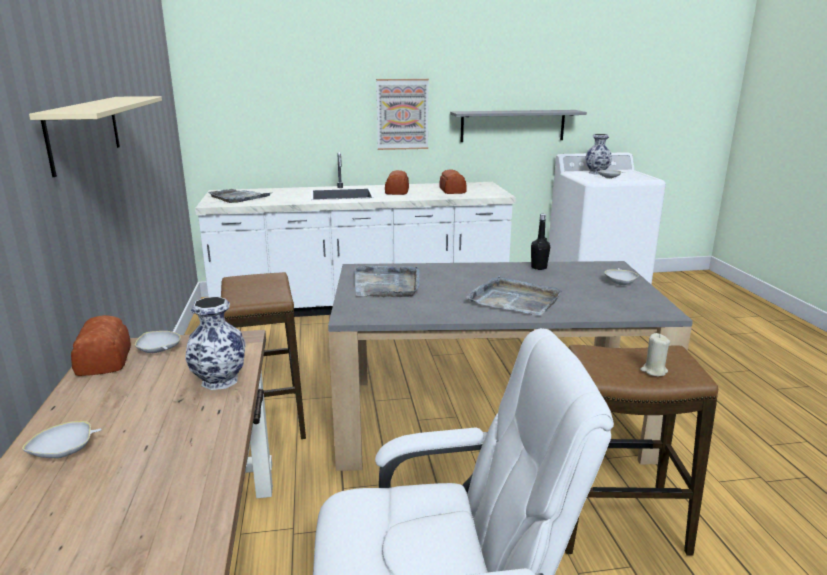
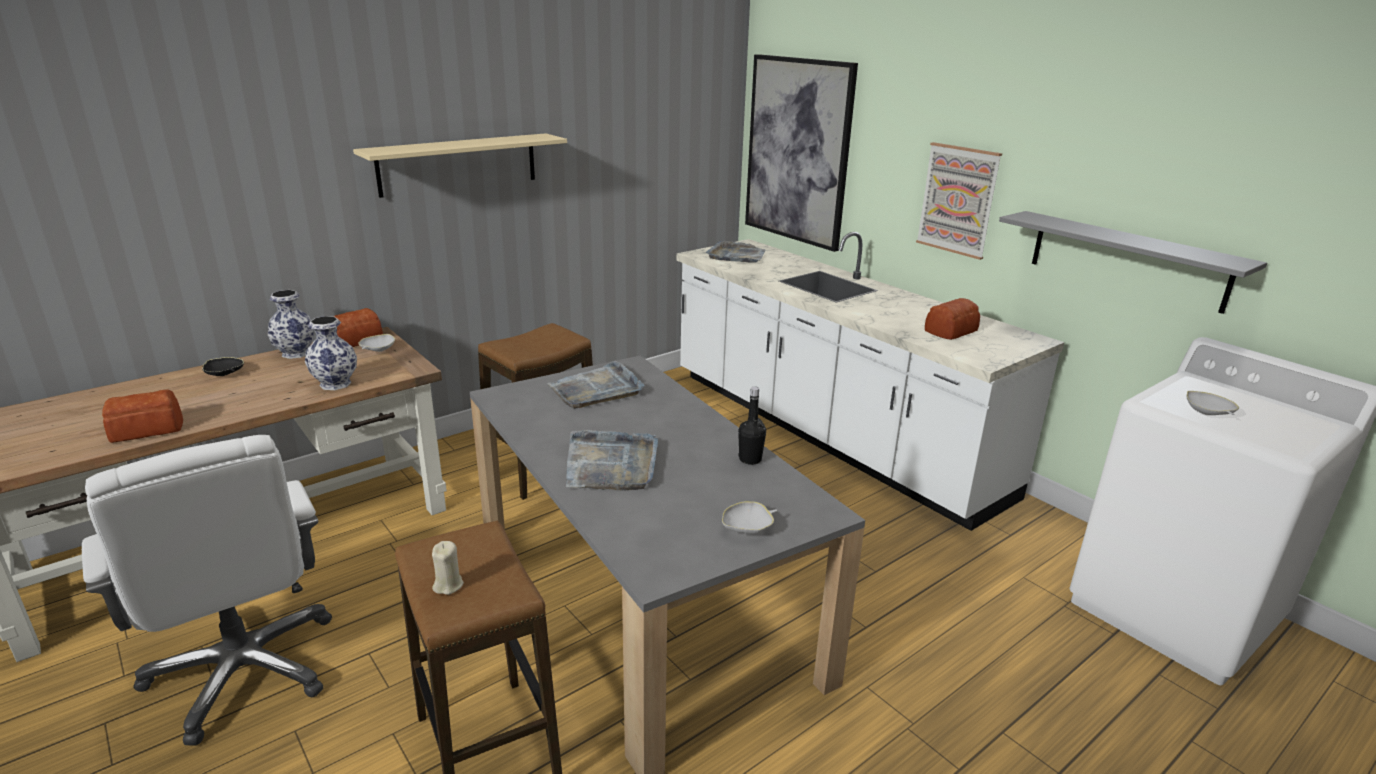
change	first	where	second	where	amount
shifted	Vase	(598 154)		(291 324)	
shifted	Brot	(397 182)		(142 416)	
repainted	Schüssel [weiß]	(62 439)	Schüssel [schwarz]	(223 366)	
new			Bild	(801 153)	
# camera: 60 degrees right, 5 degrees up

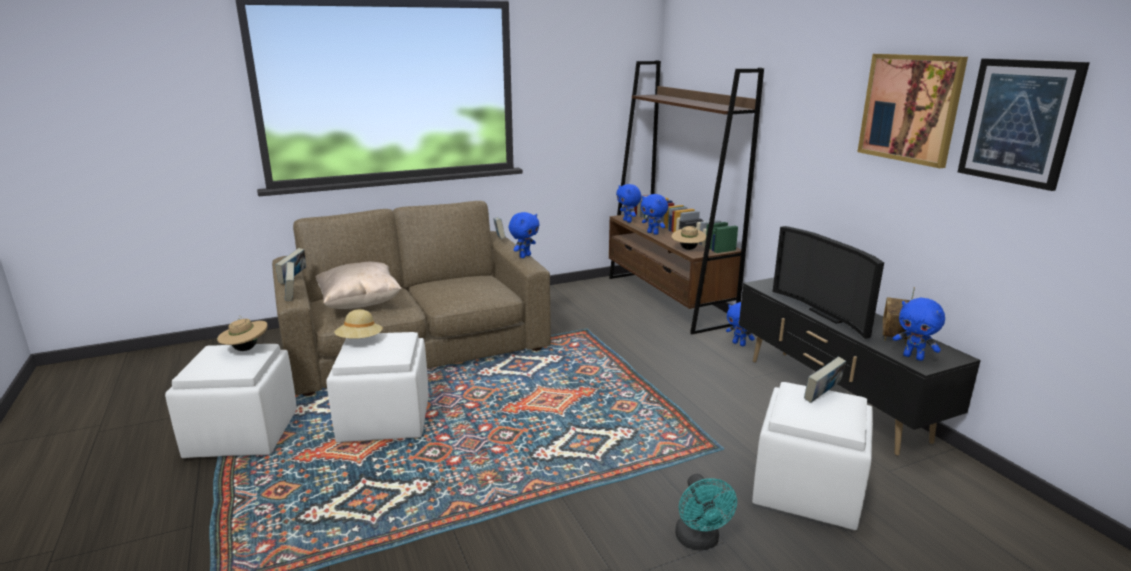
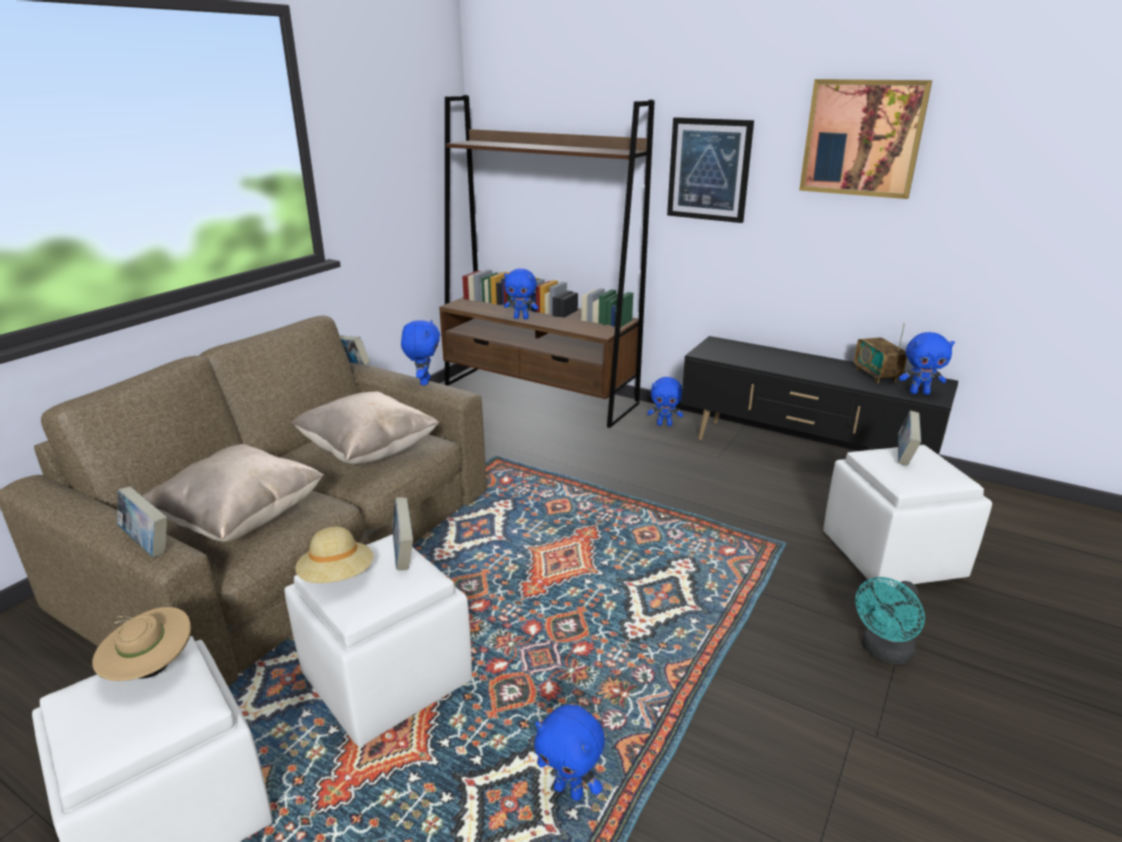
change	first	where	second	where	amount
shifted	Bild	(1024 125)		(710 170)	
shifted	Plüschtier [blau]	(628 203)		(569 752)	
gone	Hut [beige]	(688 238)			
gone	Fernseher	(828 282)			
shifted	Buch	(290 266)		(402 533)	
rotated	Ventilator [türkis]	(706 512)		(890 621)	90 degrees clockwise
new			Kissen [beige]	(365 427)	
# camera: 35 degrees left, 5 degrees up

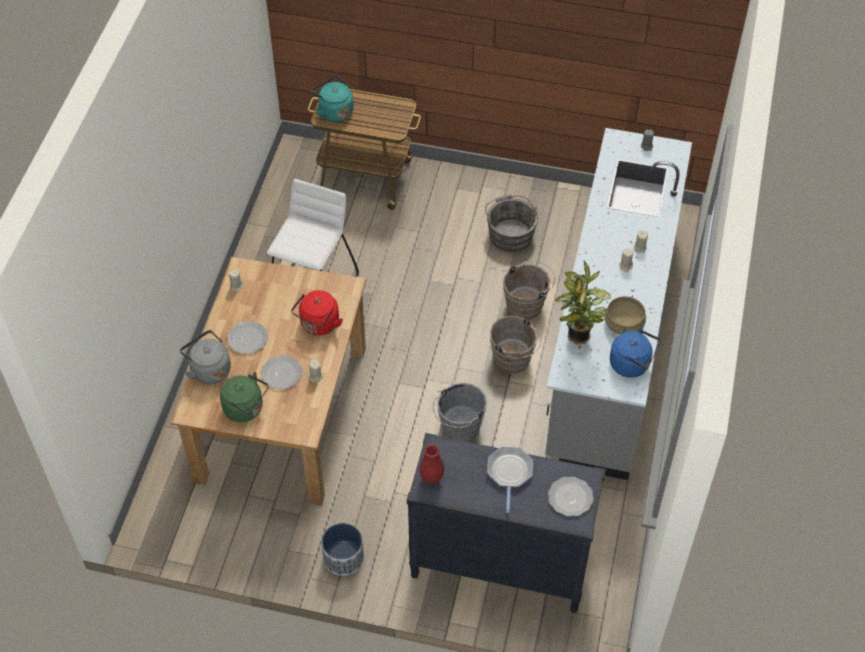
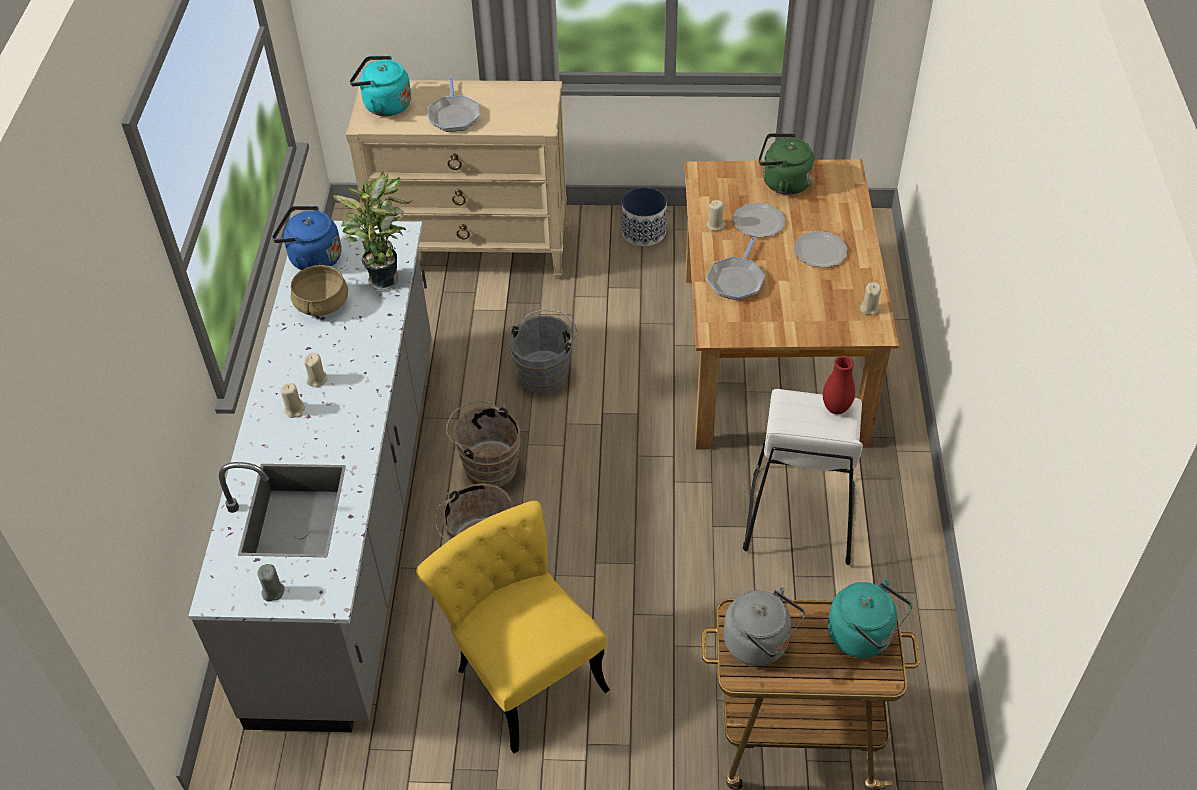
change	first	where	second	where	amount
swapped	Eimer [grau]	(511 223)	Stuhl [gelb]	(513 627)	
swapped	Wasserkessel [rot]	(317 312)	Pfanne	(735 268)	
shifted	Wasserkessel [grau]	(205 357)		(764 626)	
repainted	Kommode [schwarz]	(506 523)	Kommode [beige]	(456 179)	
shifted	Vase [rot]	(432 464)		(839 385)	
swapped	Teller	(571 496)	Wasserkessel [türkis]	(380 85)	
# camera: 170 degrees right, 5 degrees down

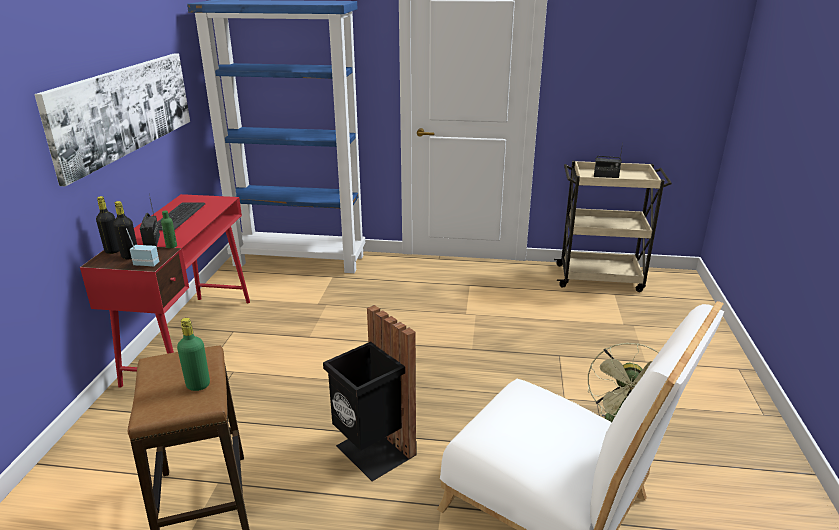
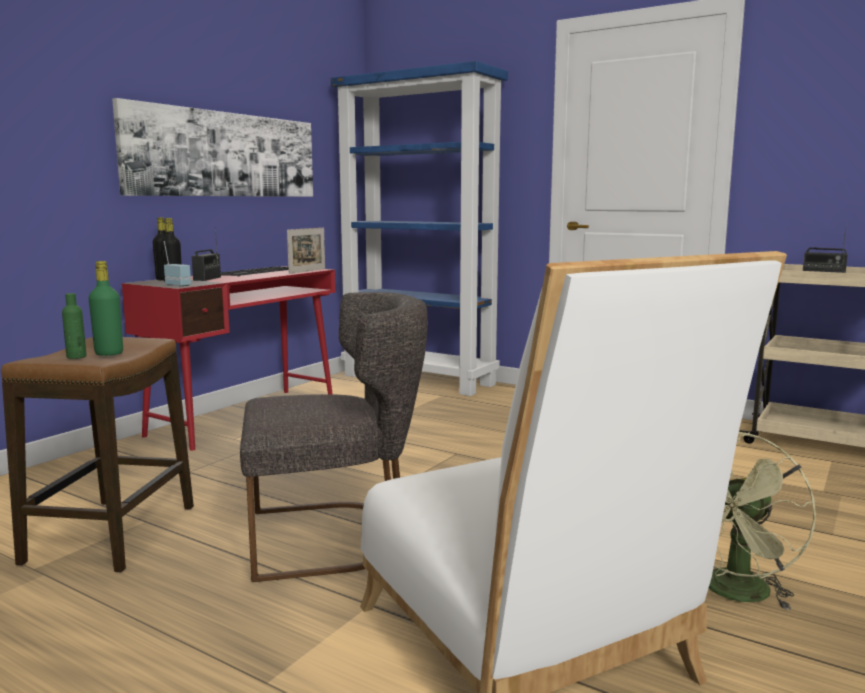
change	first	where	second	where	amount
shifted	Flasche [grün]	(169 229)		(74 326)	
swapped	Mülleimer [schwarz]	(370 393)	Stuhl [grau]	(334 437)	
new			Bilderrahmen	(306 251)	
# camera: 25 degrees right, 15 degrees down

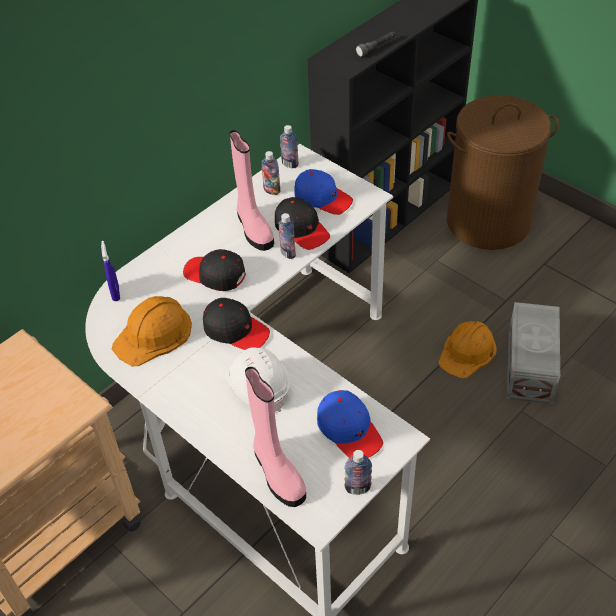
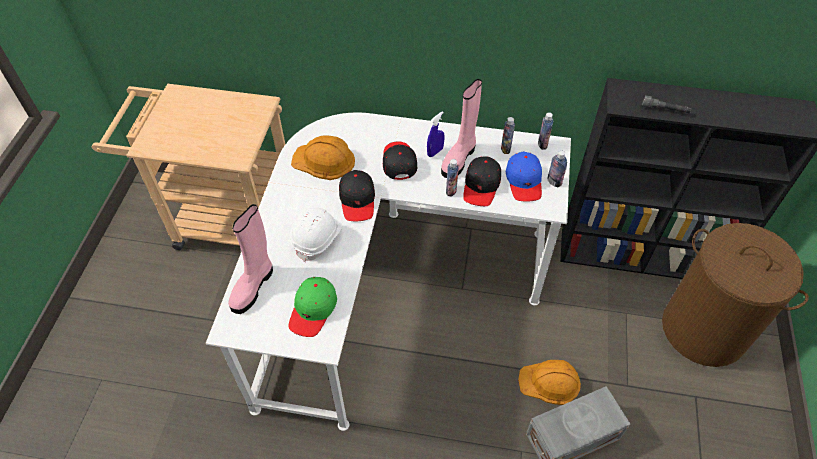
change	first	where	second	where	amount
shifted	Sprühflasche [blau]	(110 271)		(435 134)	
repainted	Kappe [blau]	(350 424)	Kappe [grün]	(312 307)	
shifted	Flasche	(358 472)		(557 169)	
# camera: 55 degrees right, 5 degrees up

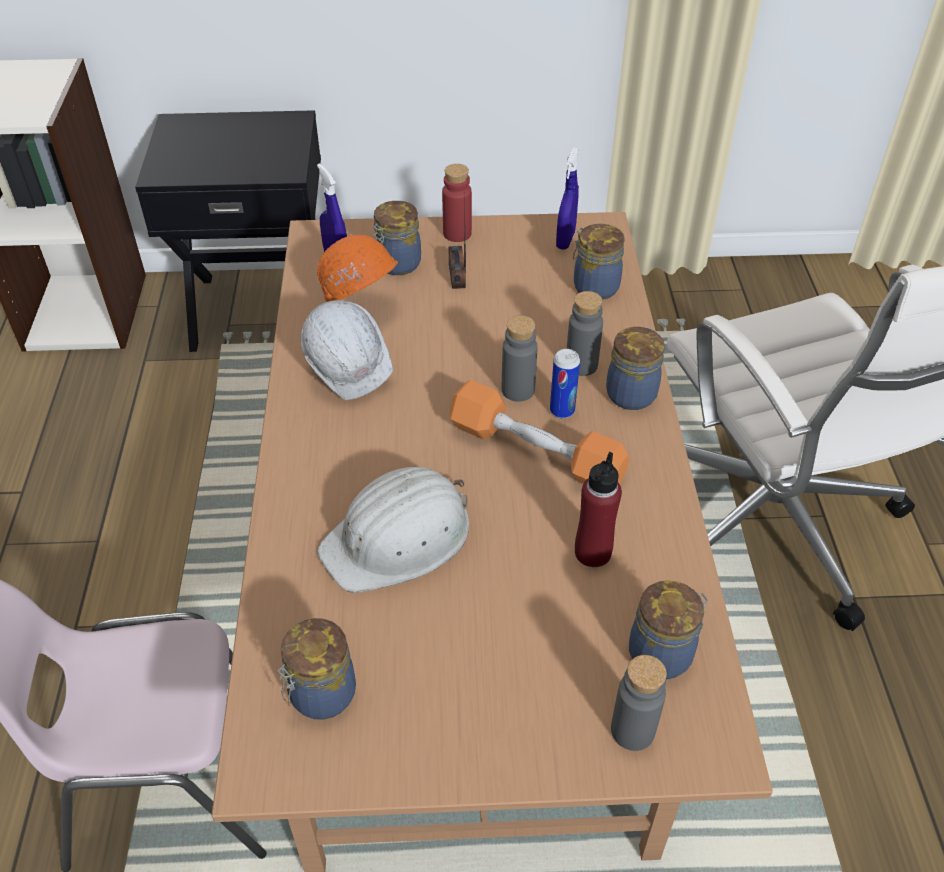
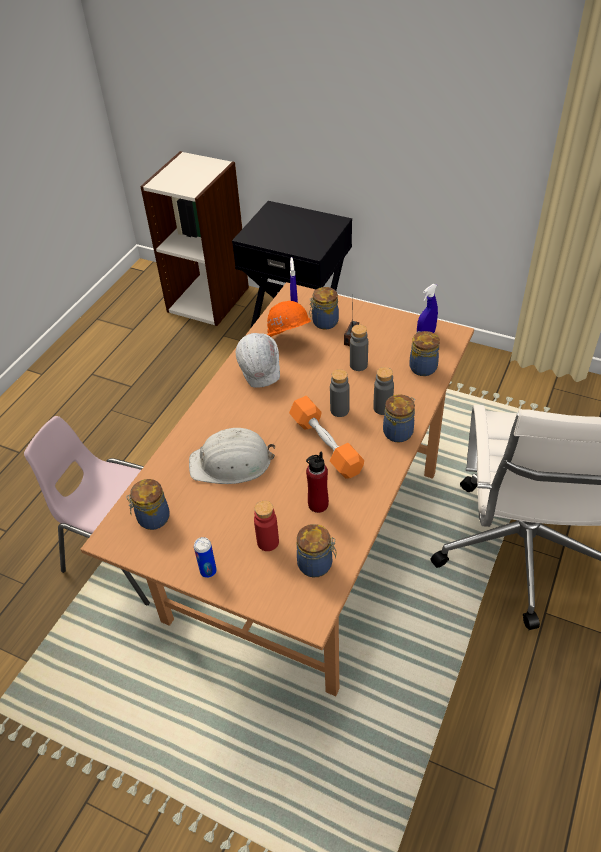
change	first	where	second	where	amount
shifted	Flasche [rot]	(457 203)		(266 526)	
shifted	Dose	(565 383)		(205 557)	
shifted	Flasche [grau]	(639 703)		(359 348)	
# camera: 30 degrees right, 0 degrees up

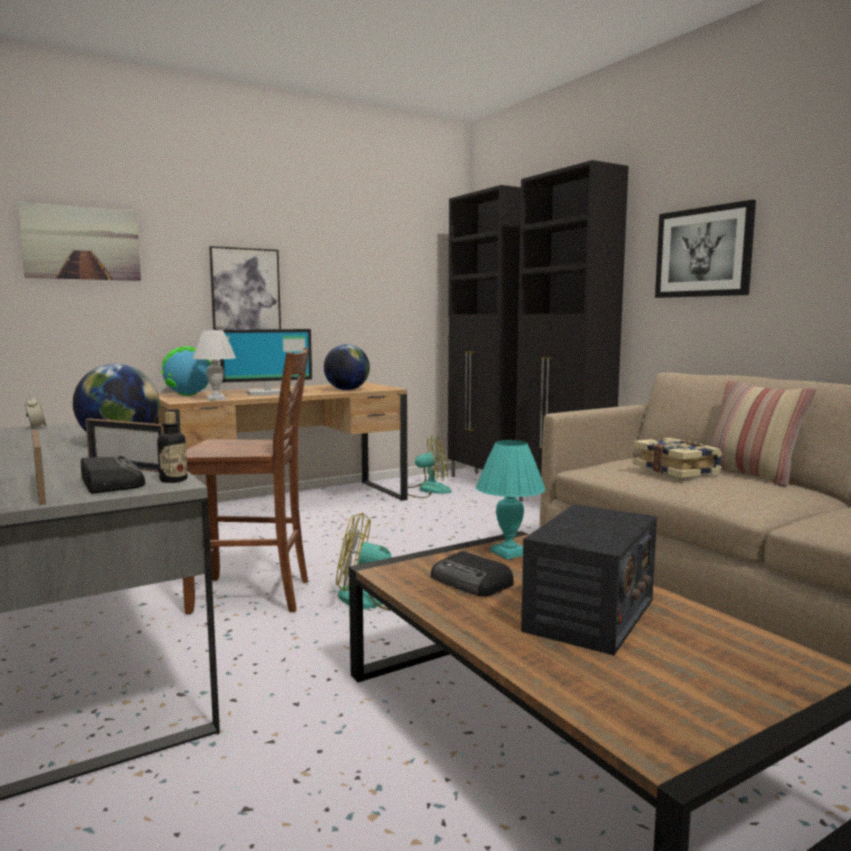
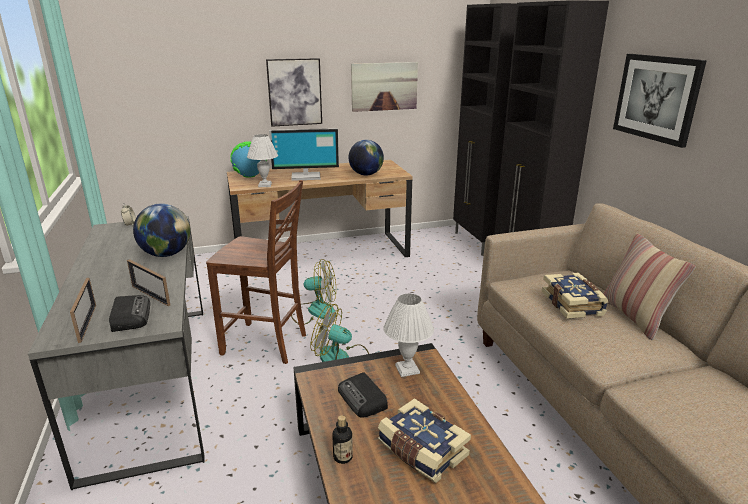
change	first	where	second	where	amount
shifted	Bild	(79 241)		(384 87)	
shifted	Flasche	(172 447)		(342 439)	
shifted	Ventilator	(429 466)		(313 292)	
repainted	Tischlampe [türkis]	(510 500)	Tischlampe [weiß]	(408 335)	
swapped	Radio	(589 579)	Buch	(424 440)	
# camera: 15 degrees right, 15 degrees up

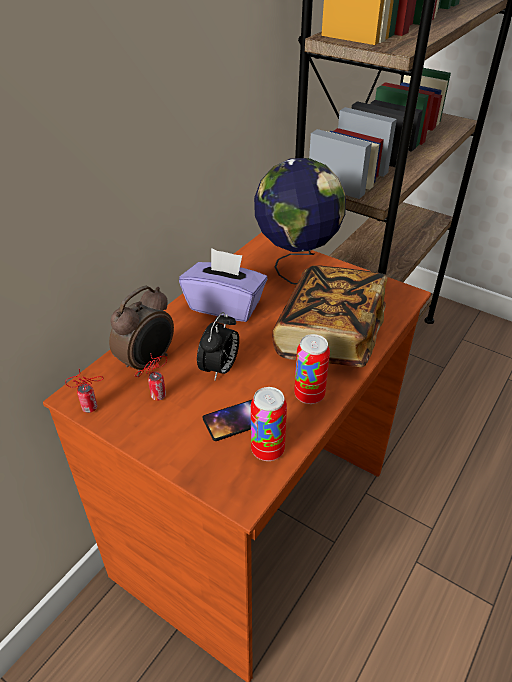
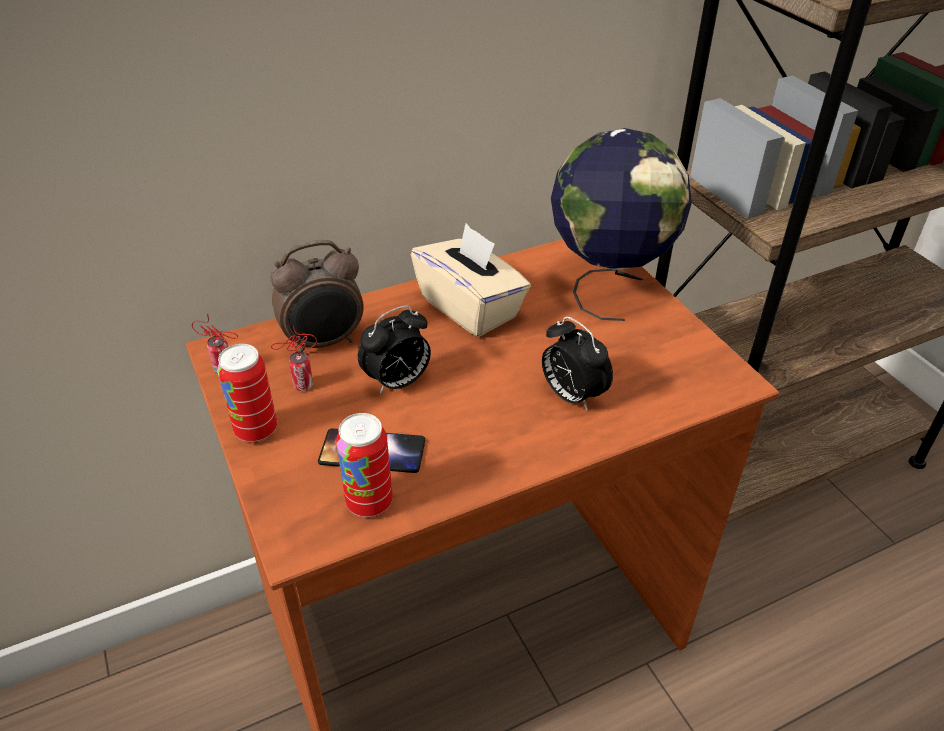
change	first	where	second	where	amount
repainted	Taschentuchbox [lila]	(223 285)	Taschentuchbox [beige]	(471 280)	
swapped	Buch	(330 316)	Wecker	(577 363)	
shifted	Dose	(312 369)		(247 393)	
# camera: 30 degrees right, 0 degrees up

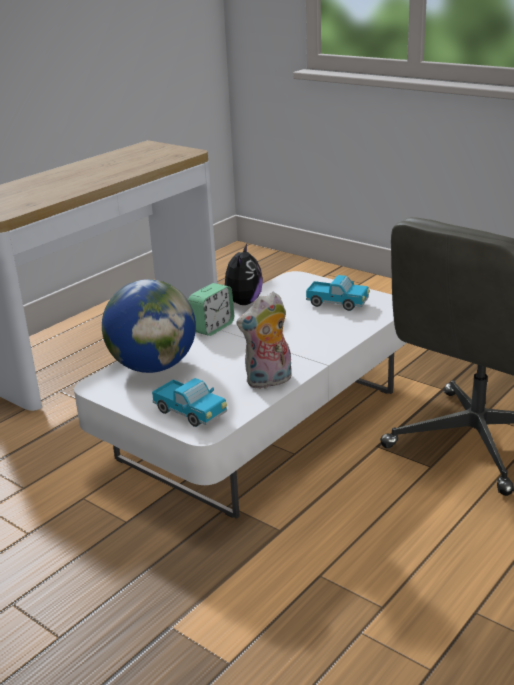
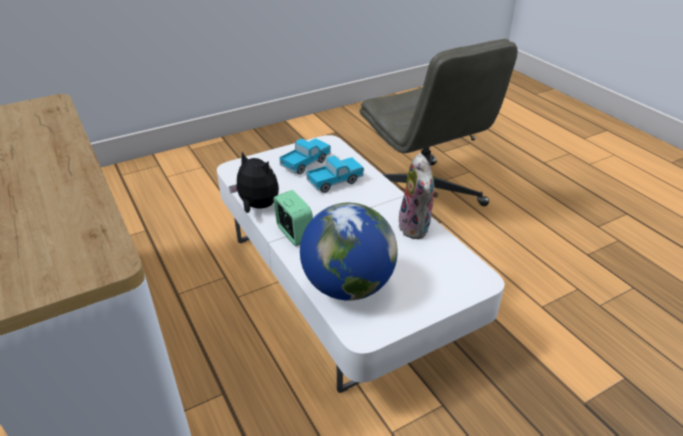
change	first	where	second	where	amount
shifted	Spielzeuglaster	(189 402)		(335 174)	
# camera: 70 degrees left, 10 degrees up

